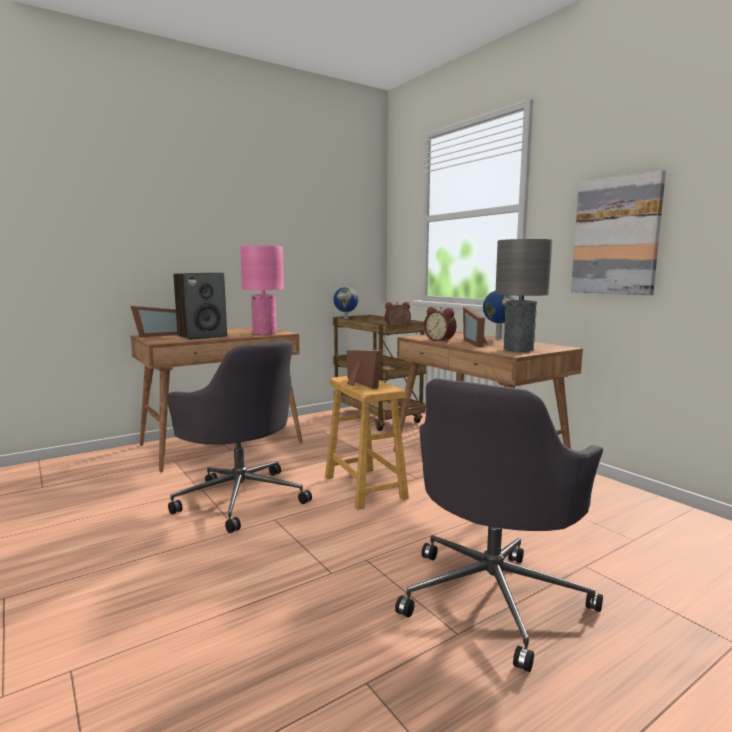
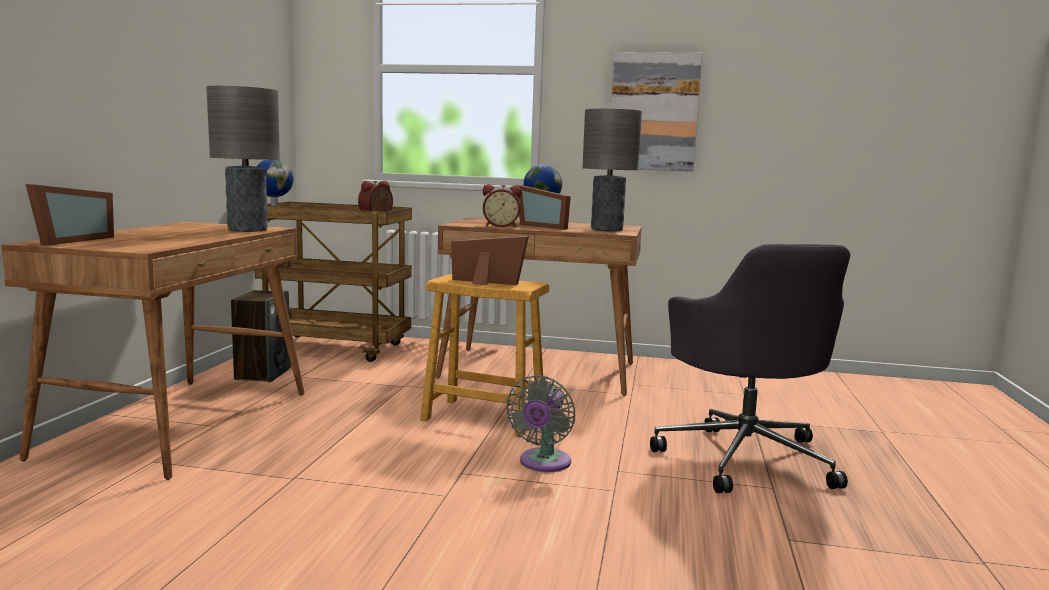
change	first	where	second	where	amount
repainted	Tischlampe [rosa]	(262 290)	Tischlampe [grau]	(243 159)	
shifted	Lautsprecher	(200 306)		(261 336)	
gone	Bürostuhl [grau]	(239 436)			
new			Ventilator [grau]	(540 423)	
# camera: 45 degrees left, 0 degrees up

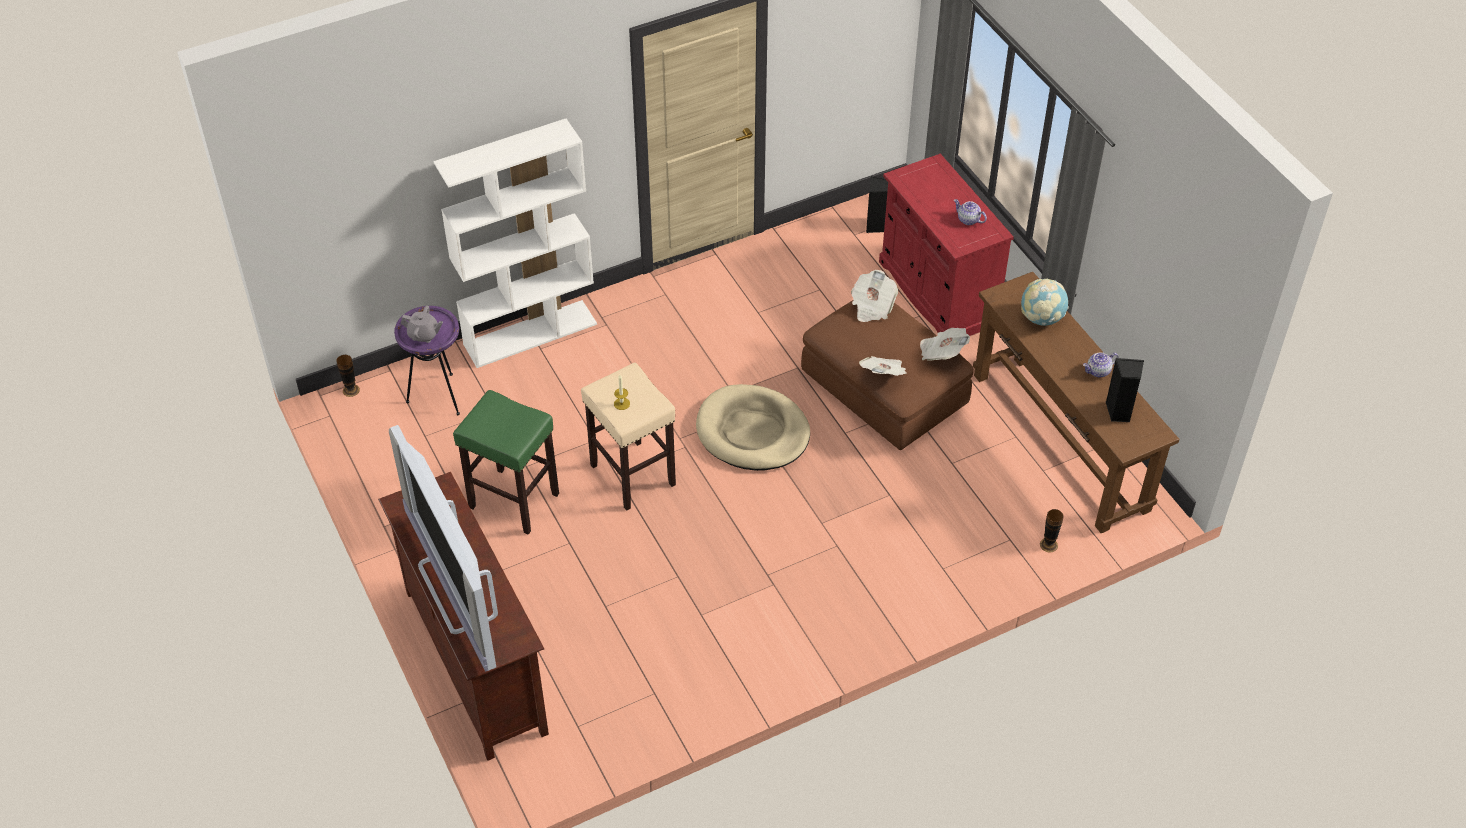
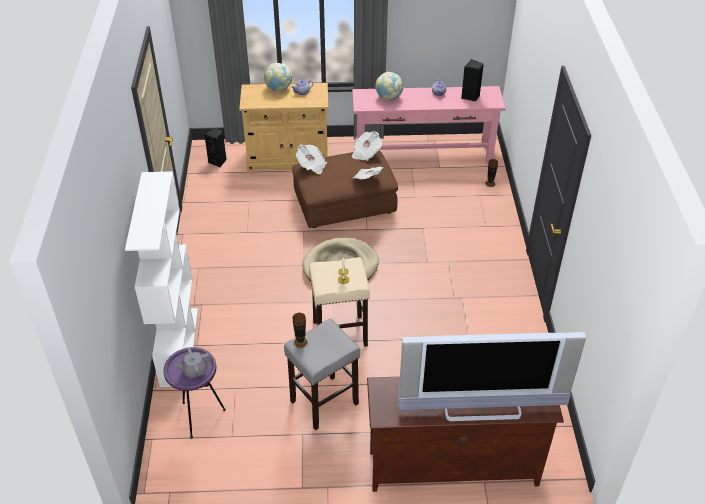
change	first	where	second	where	amount
repainted	Schrank [rot]	(946 244)	Schrank [beige]	(284 127)	
repainted	Konsolentisch [braun]	(1076 402)	Konsolentisch [rosa]	(429 125)	
rotated	Teekanne [grau]	(422 324)		(193 363)	150 degrees counterclockwise
shifted	Vase	(348 376)		(300 330)	
repainted	Hocker [grün]	(506 462)	Hocker [grau]	(322 374)	
new			Globus	(278 77)	
# camera: 65 degrees left, 5 degrees down

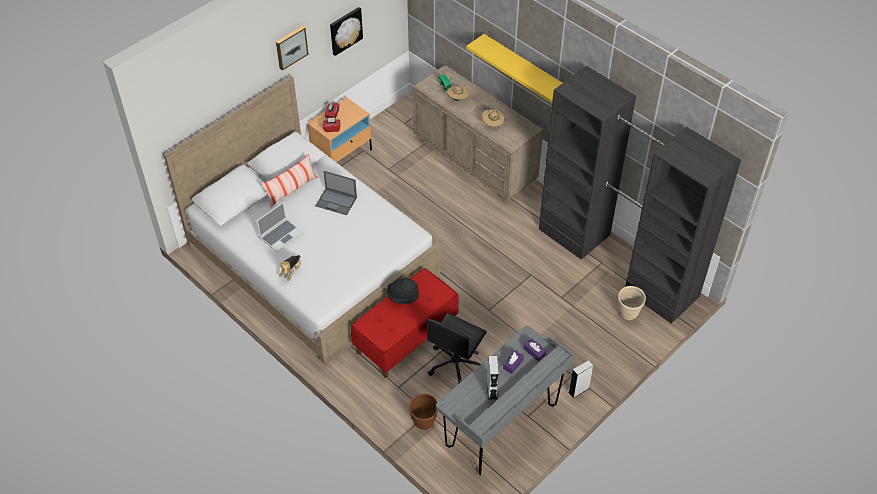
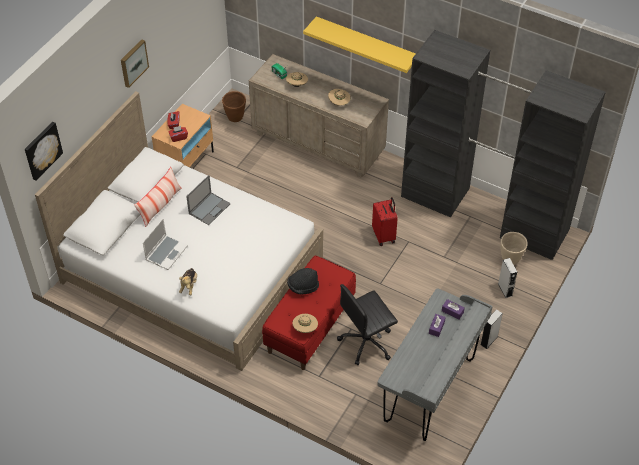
change	first	where	second	where	amount
shifted	Bild	(346 31)		(44 151)	
rotated	Laptop	(336 193)		(208 200)	60 degrees counterclockwise
rotated	Bürostuhl [schwarz]	(457 348)		(367 324)	45 degrees clockwise
shifted	Lautsprecher [grau]	(492 378)		(507 278)	
shifted	Pflanzkübel [braun]	(423 412)		(234 106)	
new			Koffer [rot]	(385 221)	
new			Hut [beige]	(305 323)	
# camera: 15 degrees left, 0 degrees up

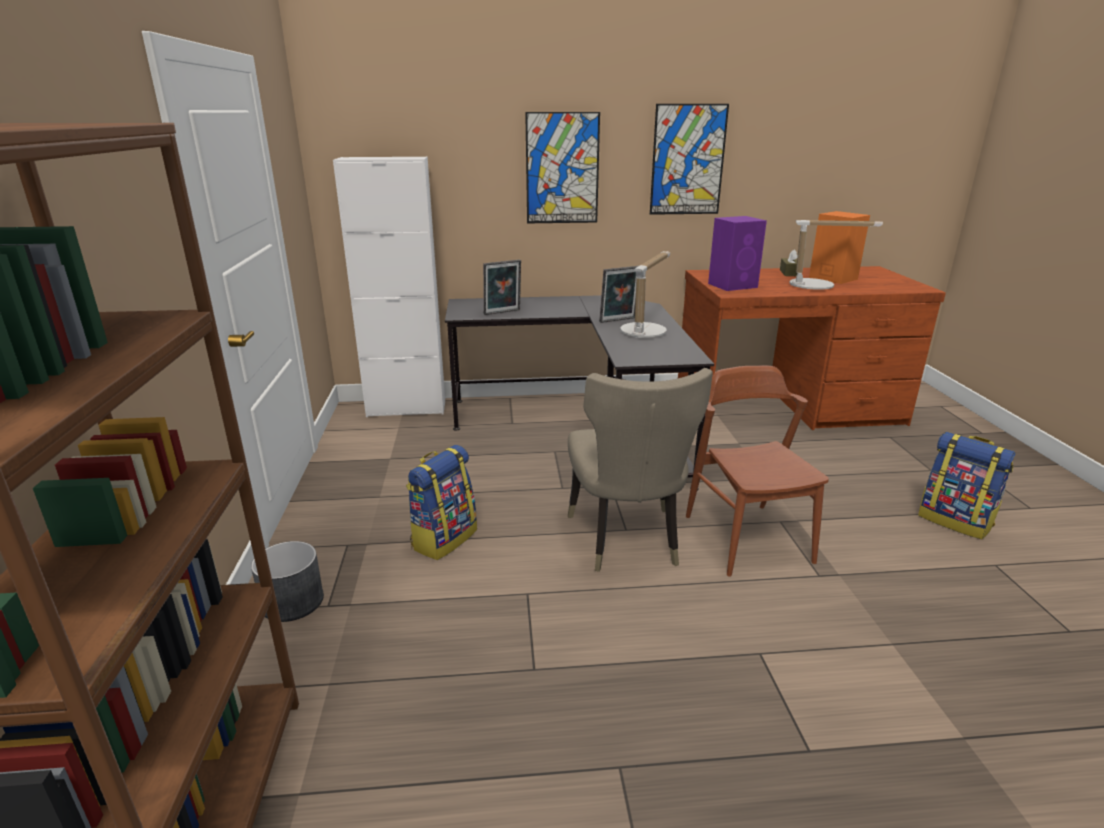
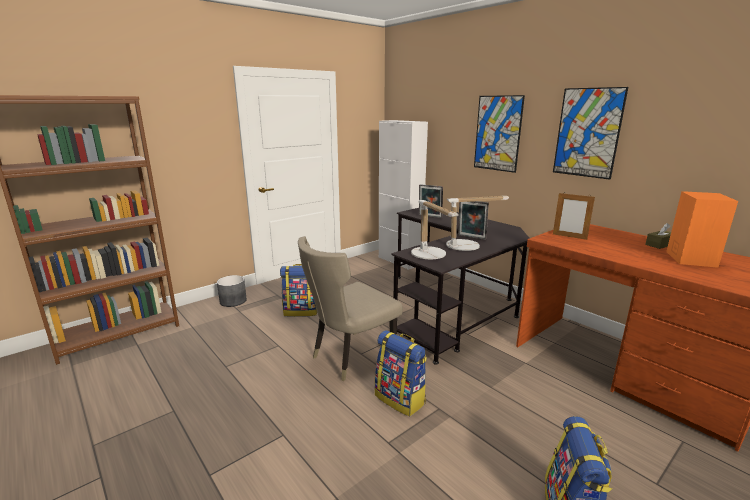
change	first	where	second	where	amount
swapped	Lautsprecher [lila]	(737 253)	Bilderrahmen	(574 216)	
shifted	Tischlampe	(836 255)		(435 229)	
swapped	Stuhl [braun]	(757 471)	Rucksack	(401 373)	
# camera: 55 degrees right, 5 degrees down

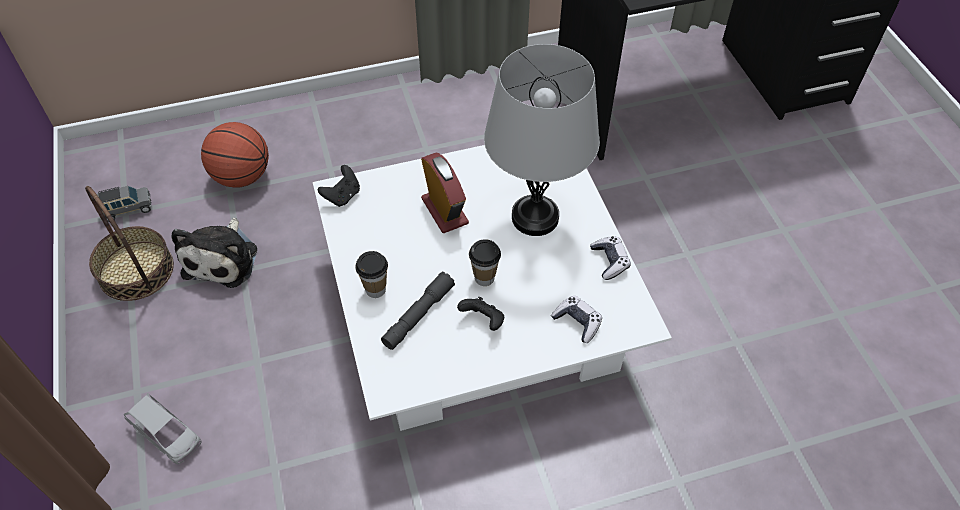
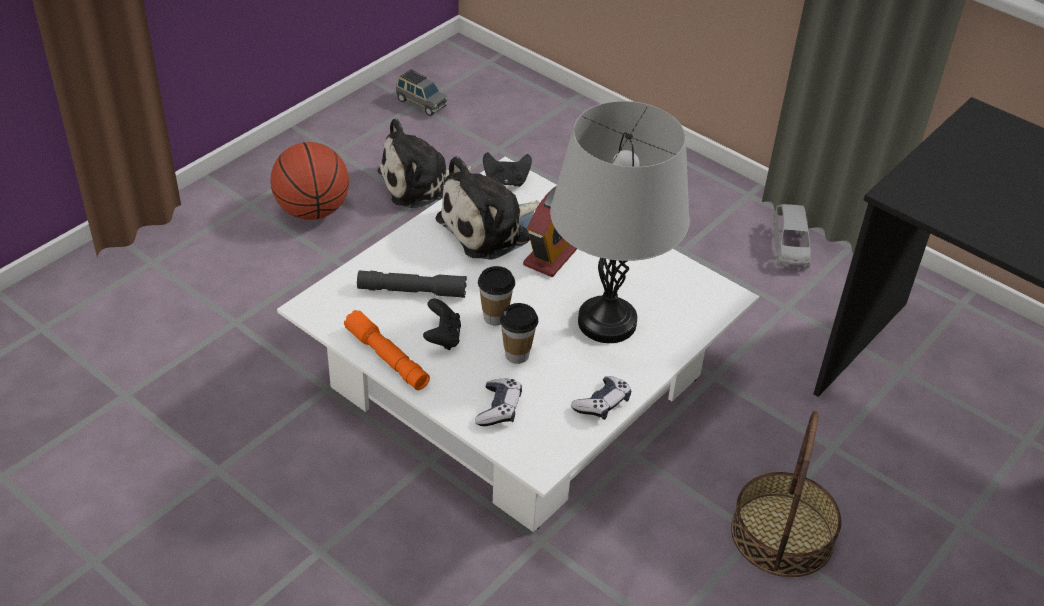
change	first	where	second	where	amount
shifted	Basketball	(235 155)		(310 181)	
shifted	Korb	(129 243)		(786 494)	
shifted	Tasse	(371 274)		(519 333)	
shifted	Spielzeugauto [grau]	(163 428)		(792 236)	
new			Plüschtier	(487 208)	
new			Taschenlampe [orange]	(387 350)	
# camera: 55 degrees right, 10 degrees down

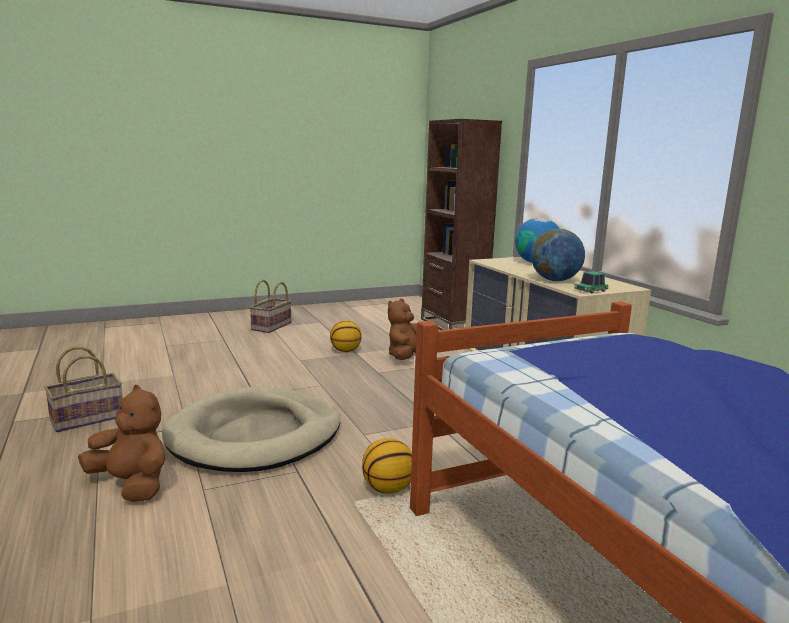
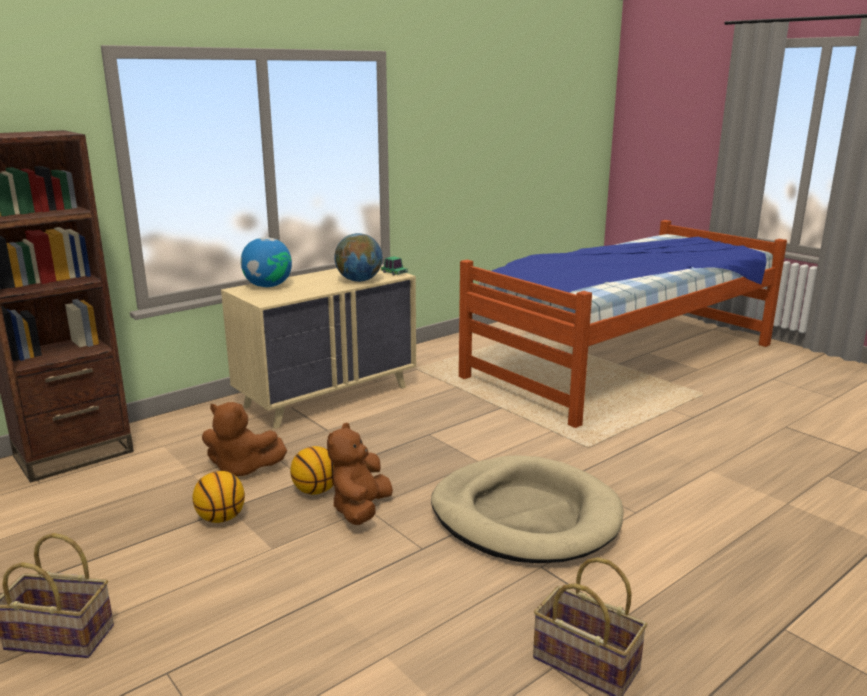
change	first	where	second	where	amount
shifted	Plüschtier [braun]	(121 443)		(360 474)	
shifted	Basketball	(387 466)		(312 470)	
# camera: 105 degrees left, 5 degrees up

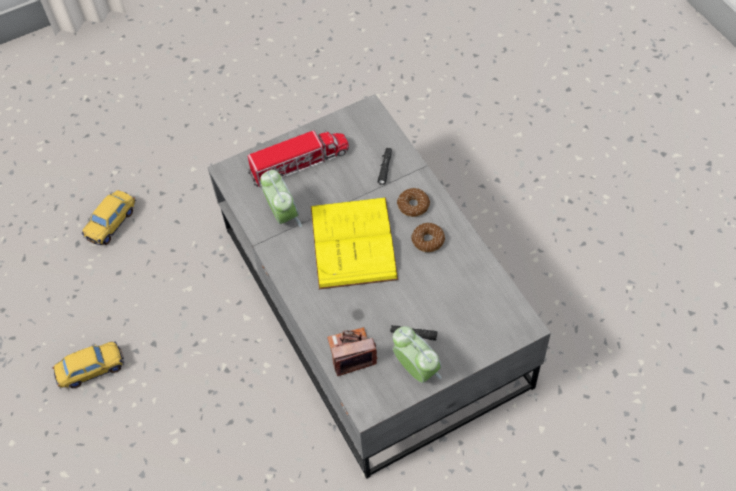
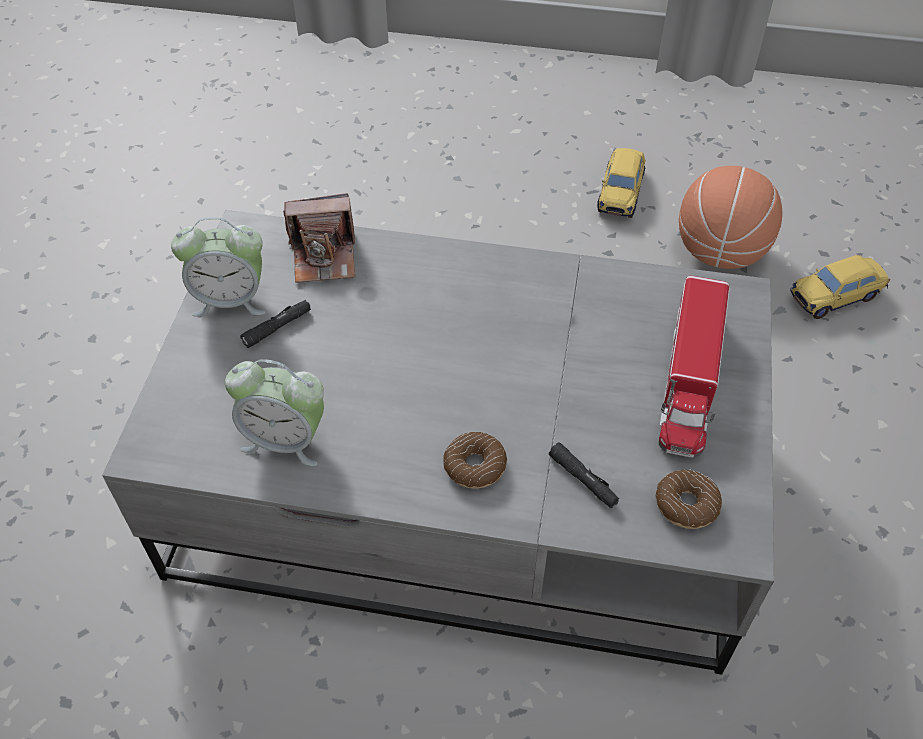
change	first	where	second	where	amount
shifted	Wecker	(281 198)		(274 412)	
rotated	Spielzeugauto	(109 217)		(840 287)	90 degrees counterclockwise
gone	Buch [gelb]	(354 243)			
shifted	Donut	(428 237)		(689 499)	
rotated	Kamera	(352 351)		(319 238)	60 degrees clockwise
new			Basketball	(730 217)	
# camera: 125 degrees right, 5 degrees down

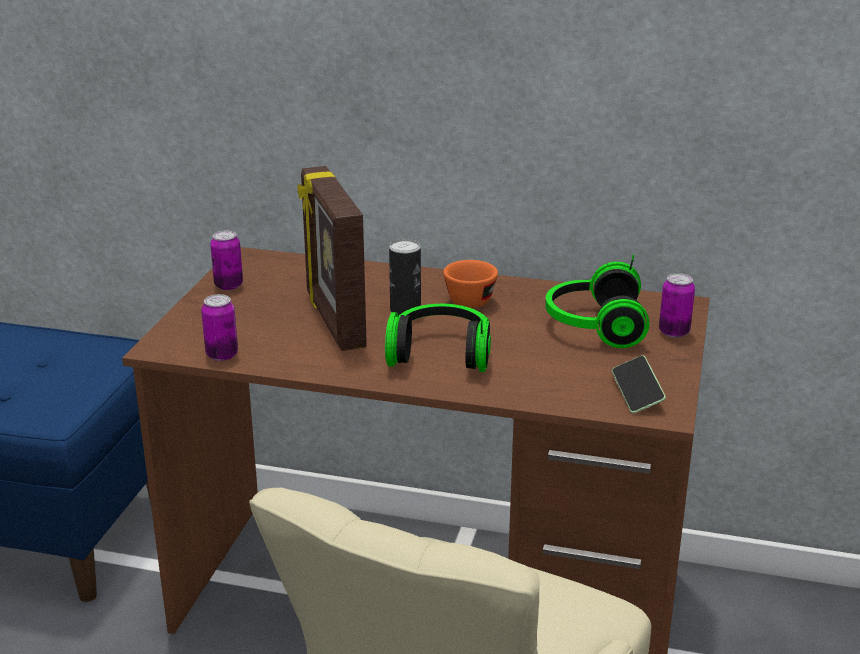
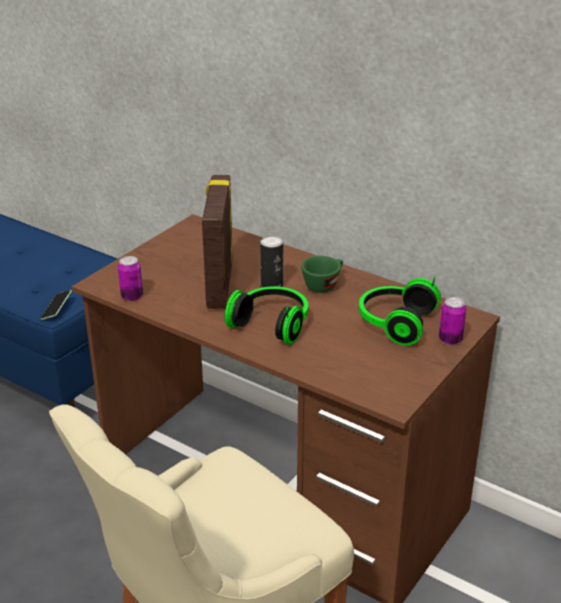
change	first	where	second	where	amount
gone	Dose	(226 260)			
repainted	Tasse [orange]	(470 284)	Tasse [grün]	(322 274)	
shifted	Handy	(639 384)		(56 305)	
# camera: 20 degrees right, 5 degrees up

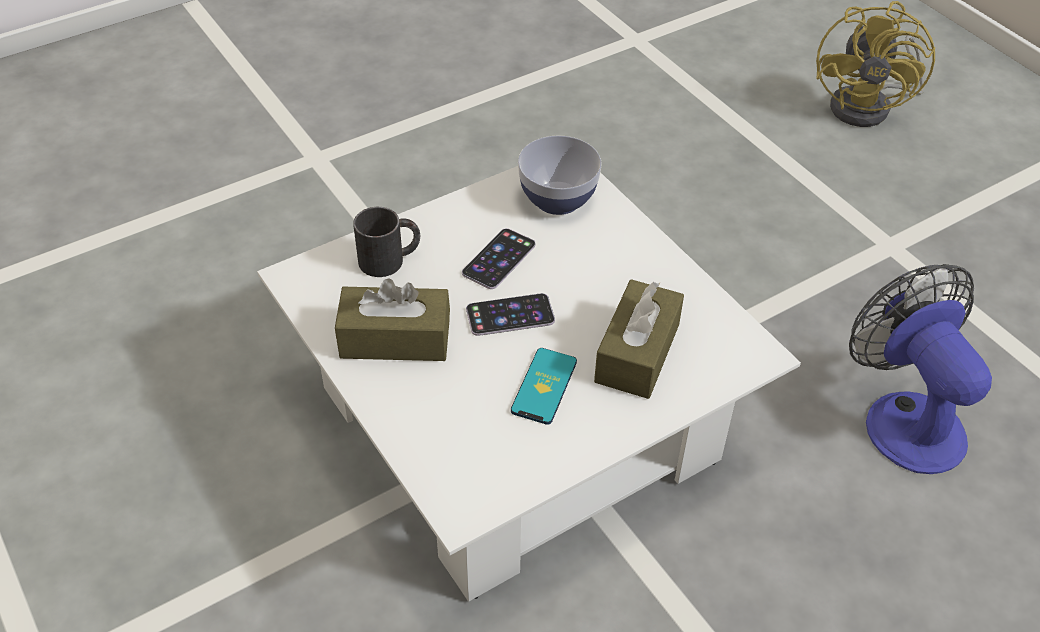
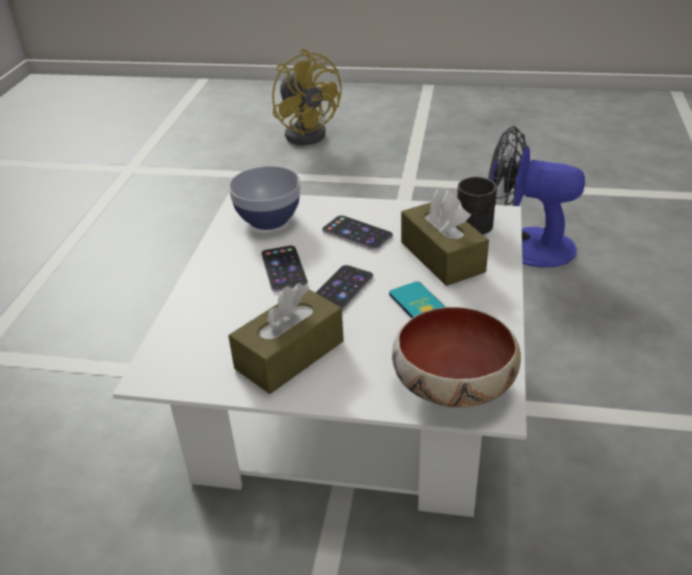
change	first	where	second	where	amount
shifted	Henkelbecher [schwarz]	(386 242)		(477 206)	
new			Handy	(357 232)	
new			Schüssel	(456 357)	
# camera: 45 degrees left, 10 degrees down

